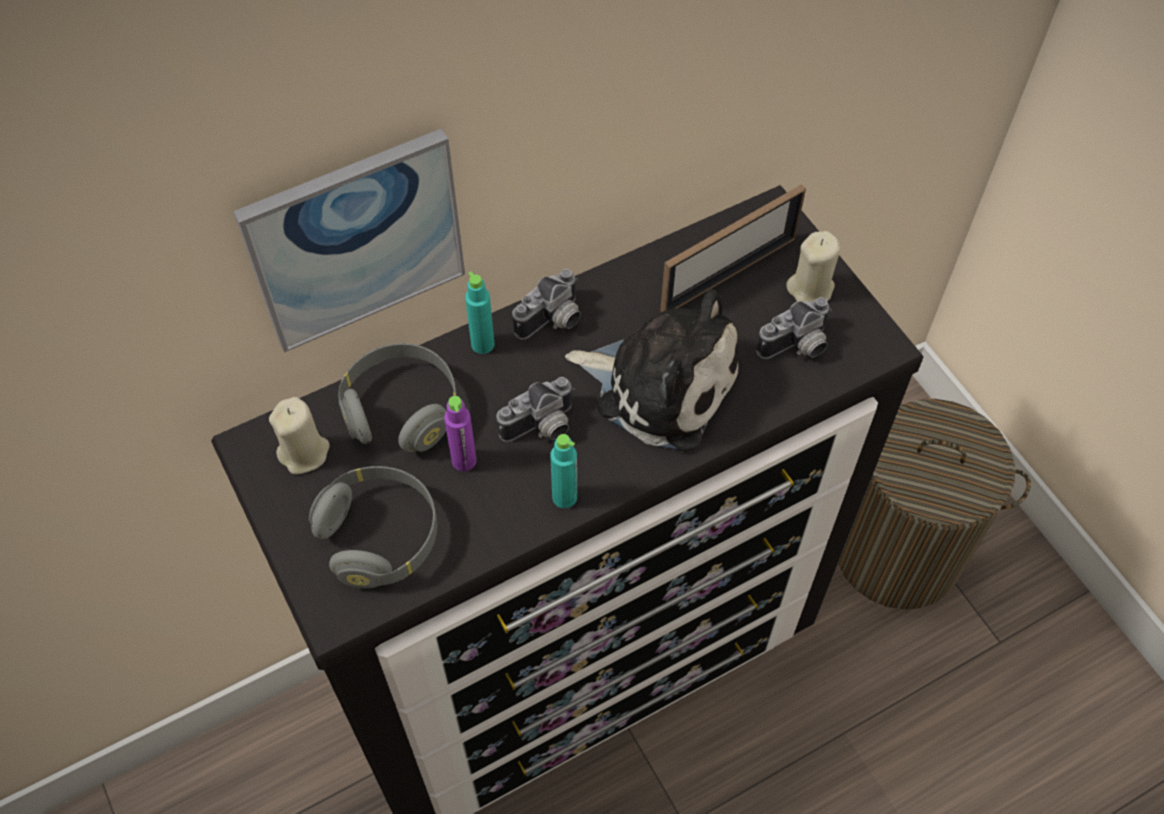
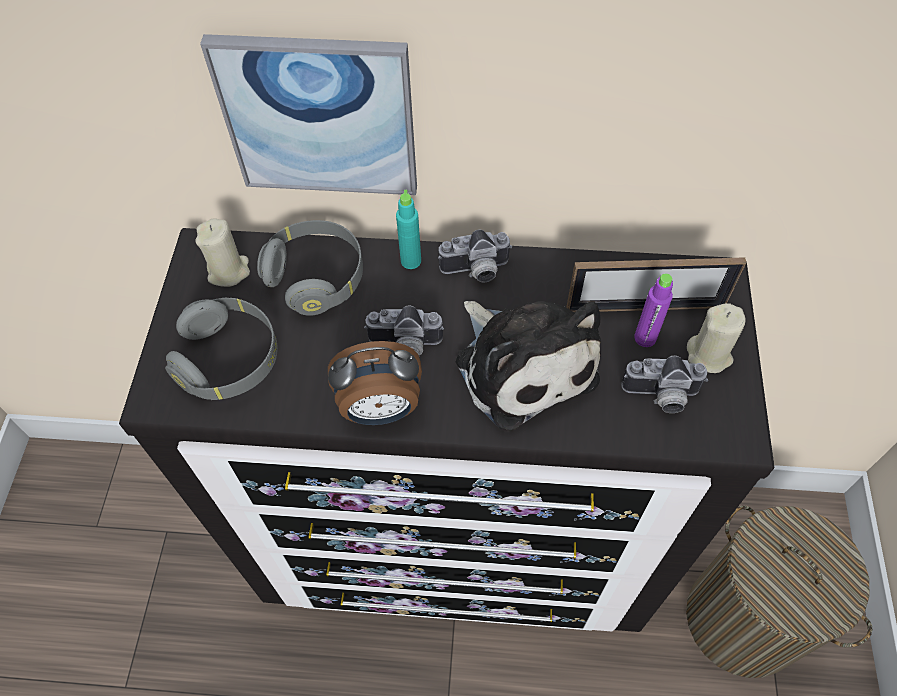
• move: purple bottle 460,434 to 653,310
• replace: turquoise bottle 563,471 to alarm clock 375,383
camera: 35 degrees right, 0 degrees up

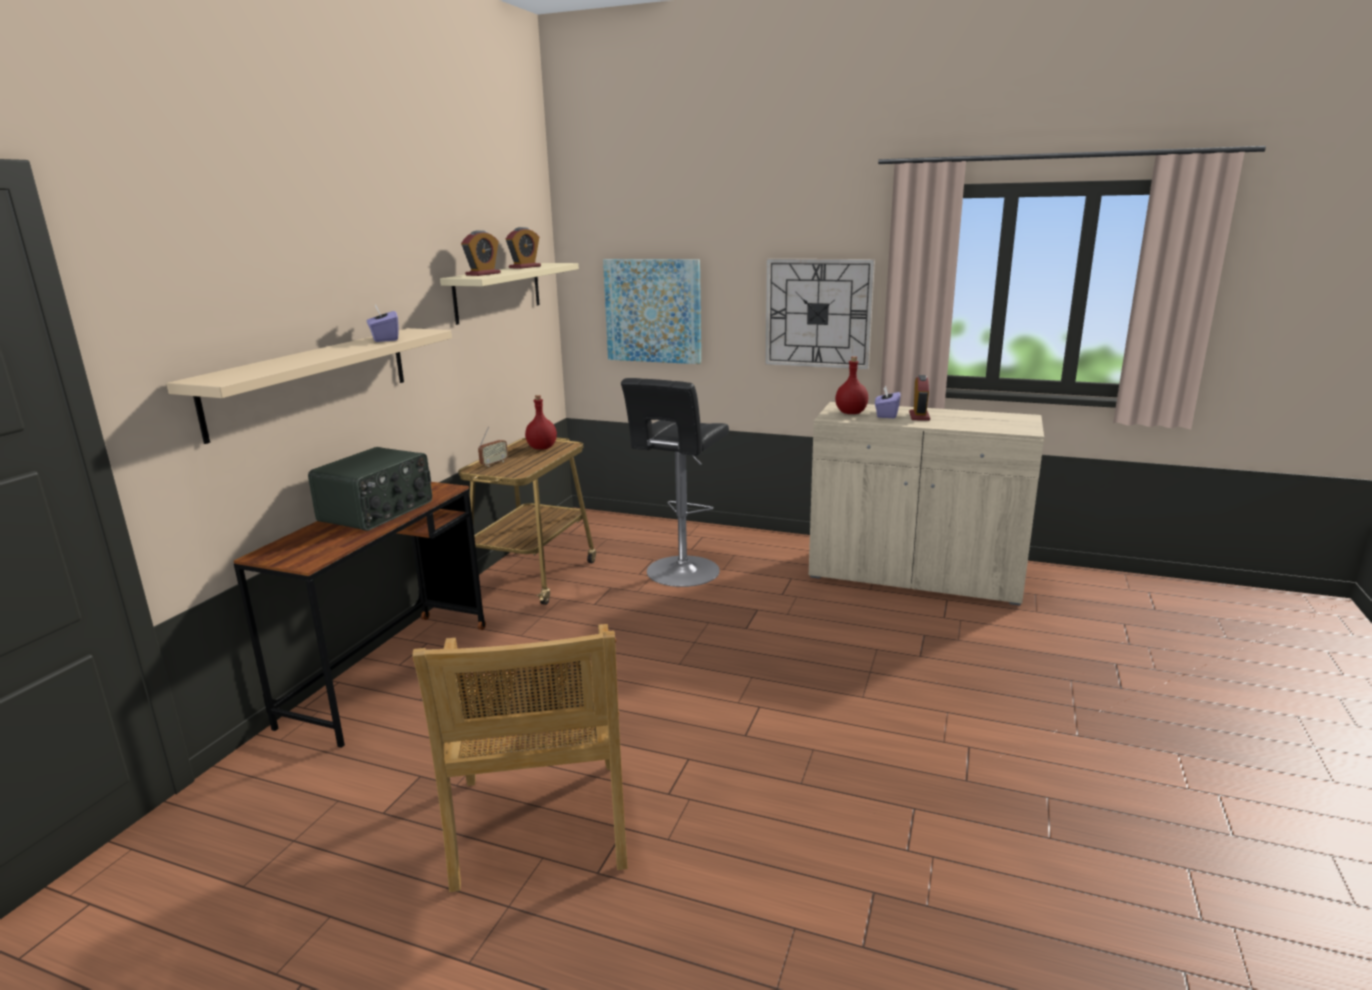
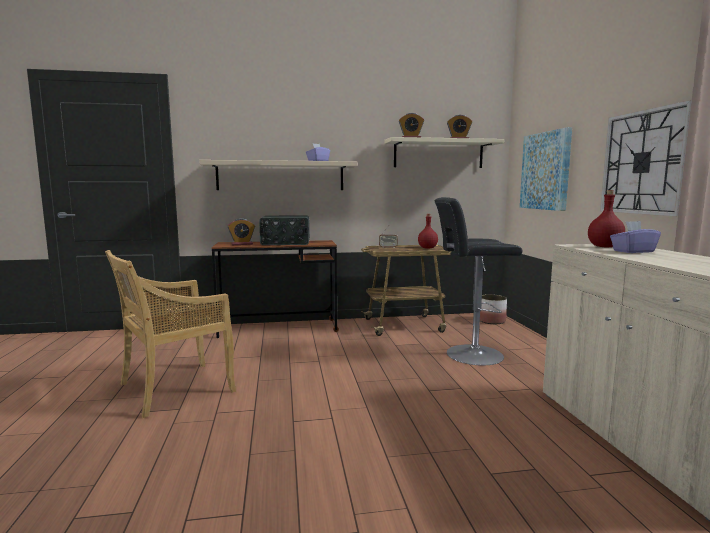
• insert: planter 493,309
• move: alarm clock 919,398 to 241,231
camera: 60 degrees right, 10 degrees down

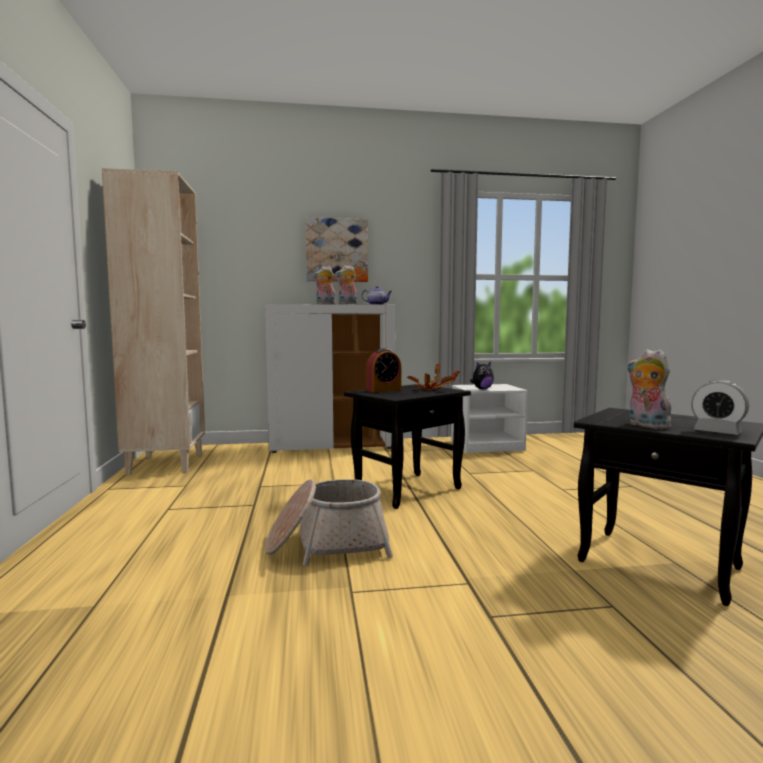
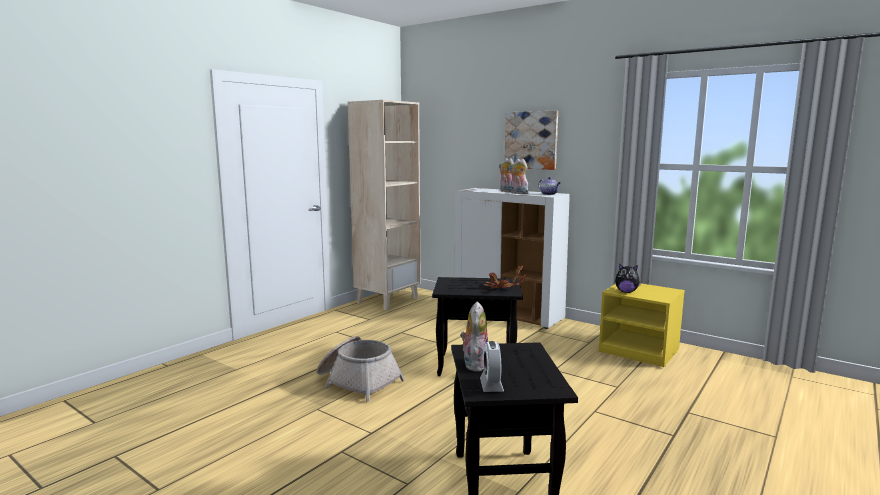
• delete: alarm clock 383,370
• recolor: white nightstand 489,418 to yellow nightstand 642,325
camera: 45 degrees right, 5 degrees up

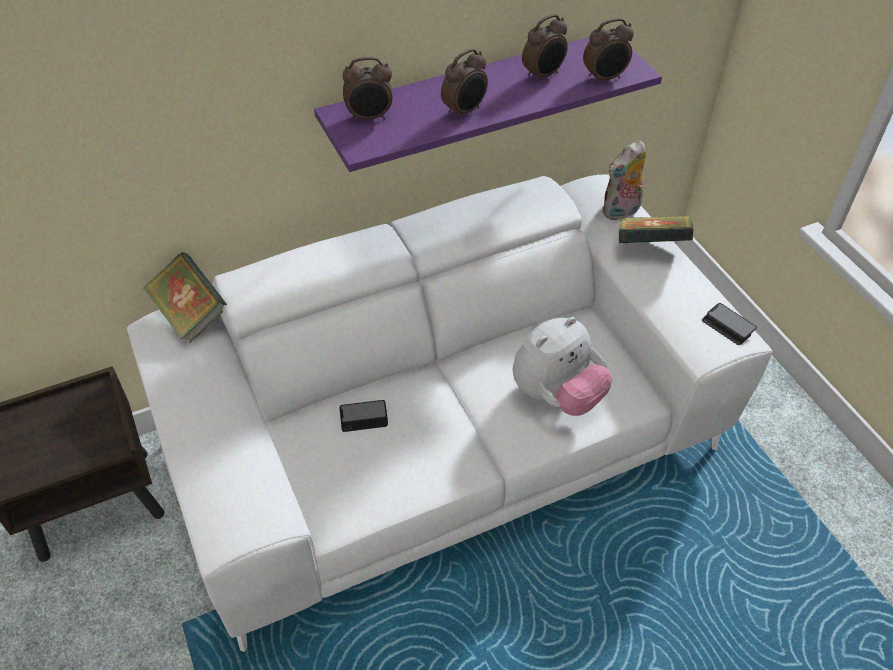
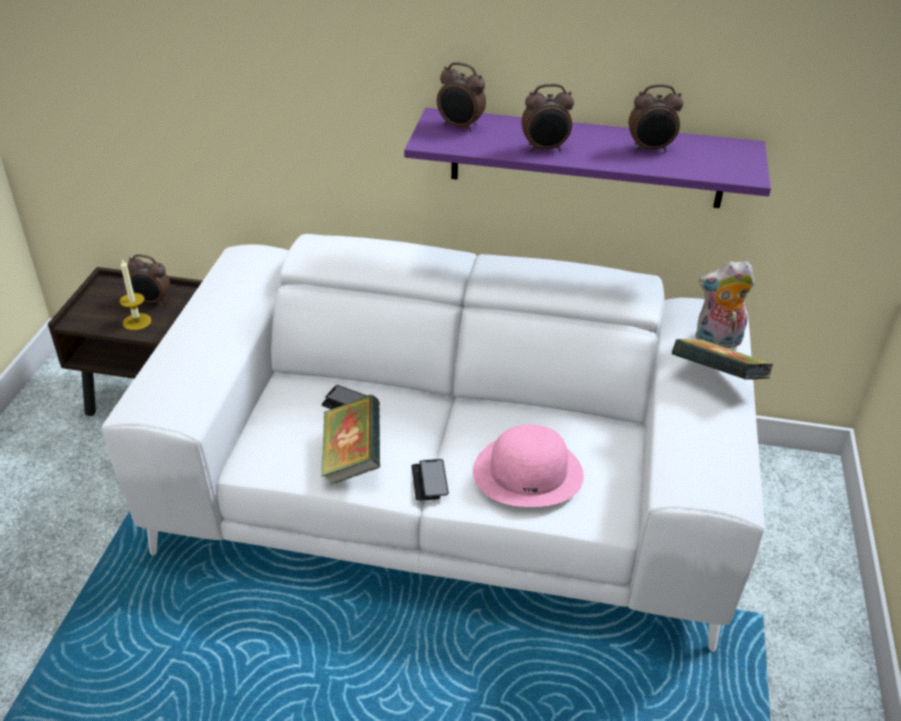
• insert: candle 135,294
• move: book 185,297 to 350,440
• move: alarm clock 608,51 to 148,280
• move: phone 729,324 to 430,480
• replace: plush toy 562,366 to pink hat 528,465
camera: 35 degrees right, 10 degrees down

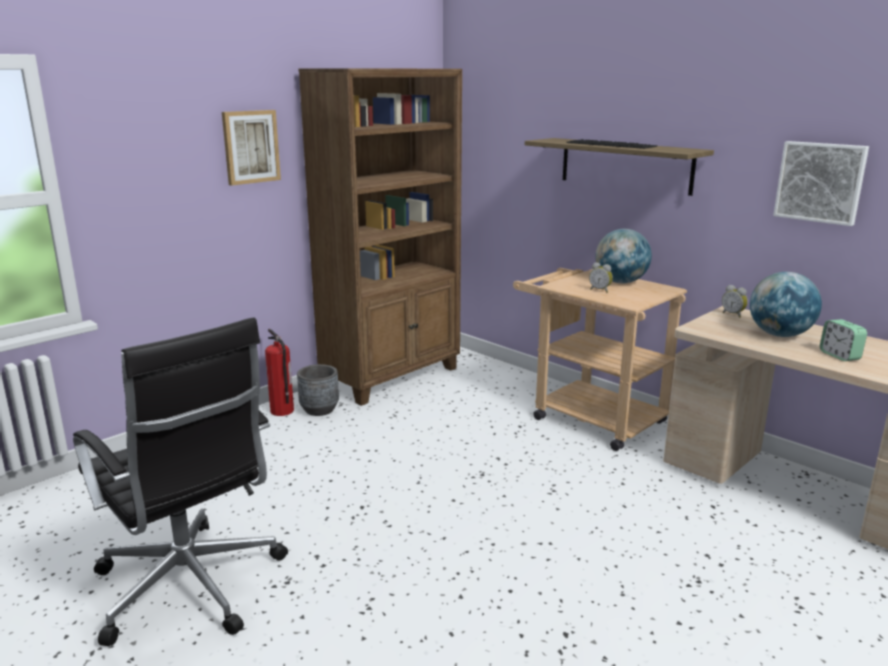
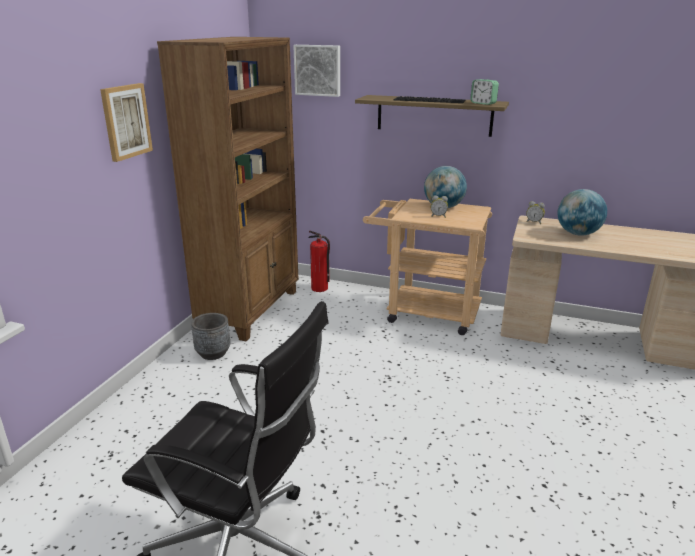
• move: fire extinguisher 279,372 to 319,261
• move: picture 821,183 to 316,71
• move: alarm clock 843,340 to 484,92
camera: 25 degrees left, 5 degrees up

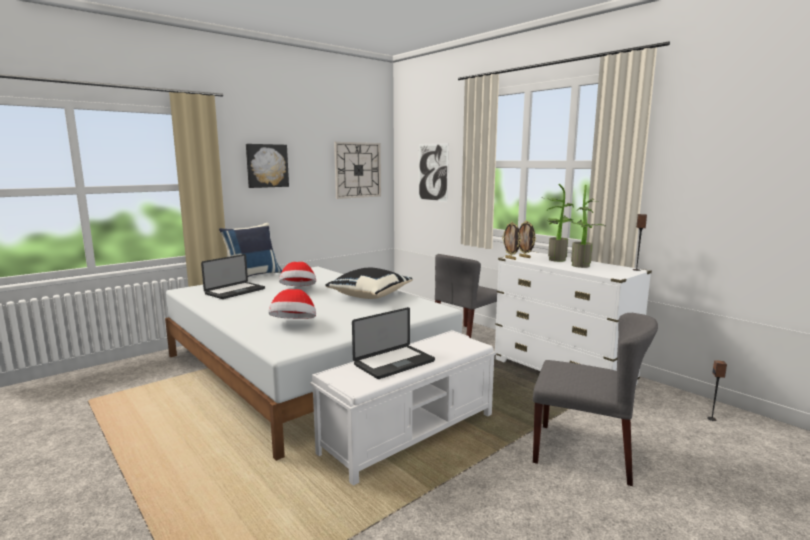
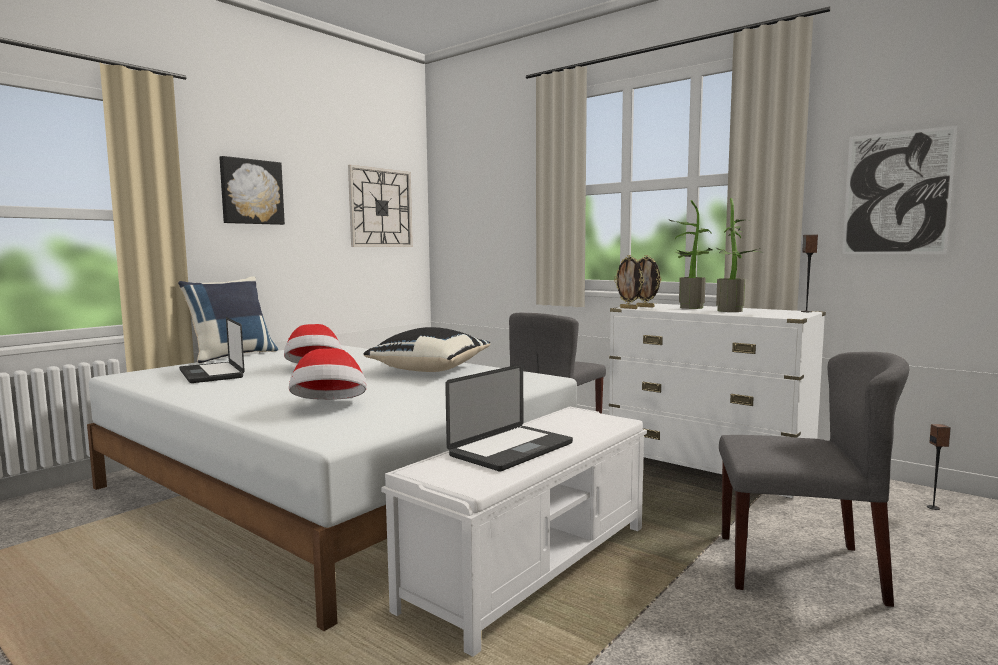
• move: picture 433,172 to 899,190
• rotate: laptop 233,276 = 212,350 120 degrees clockwise
camera: 10 degrees left, 5 degrees down

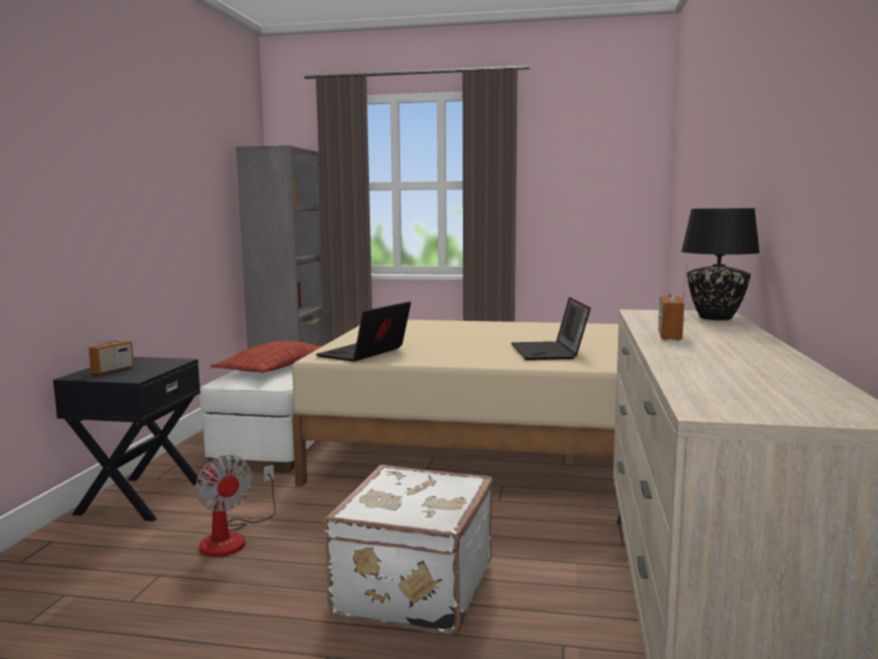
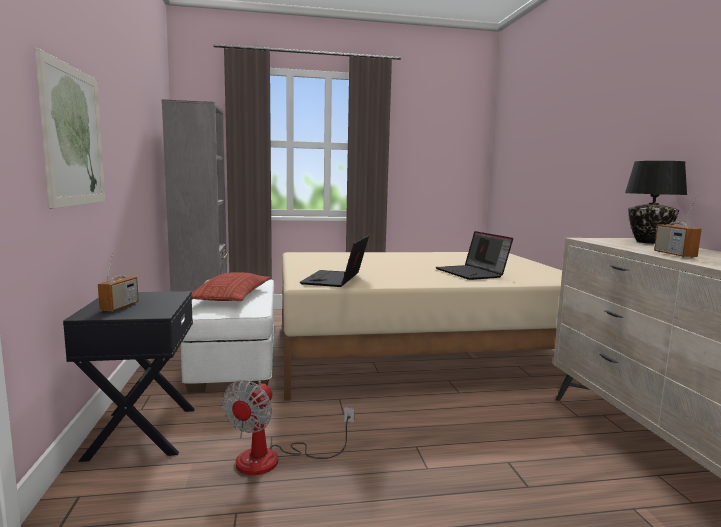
• delete: white suitcase 408,550
• insert: picture 70,128
• rotate: fan 235,506 = 288,427 75 degrees clockwise
camera: 20 degrees left, 0 degrees up

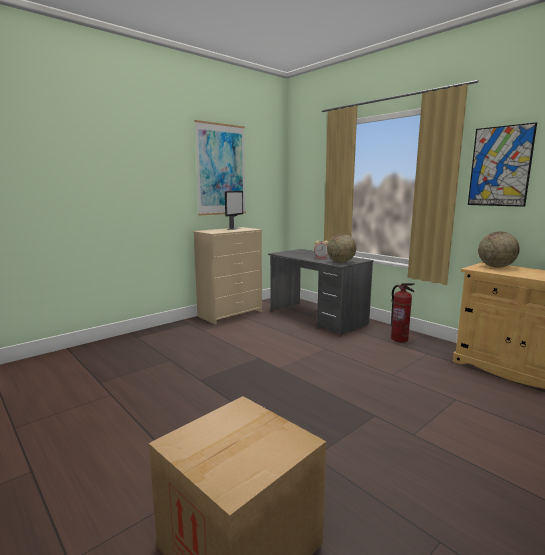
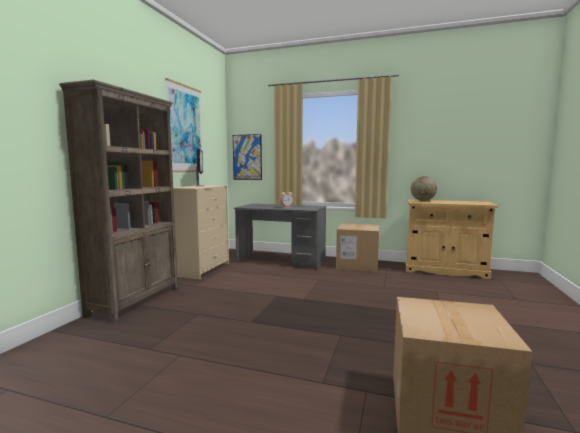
• delete: globe 341,248
• insert: brown bookcase 118,201
• move: picture 502,164 to 247,157
• replace: fire extinguisher 403,312 to cardboard box 357,247
camera: 30 degrees left, 5 degrees down

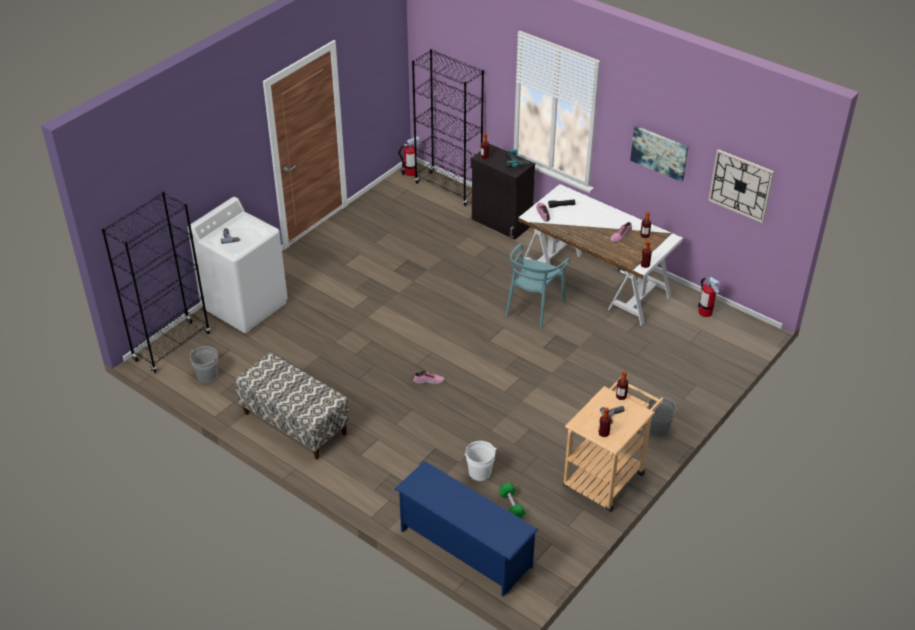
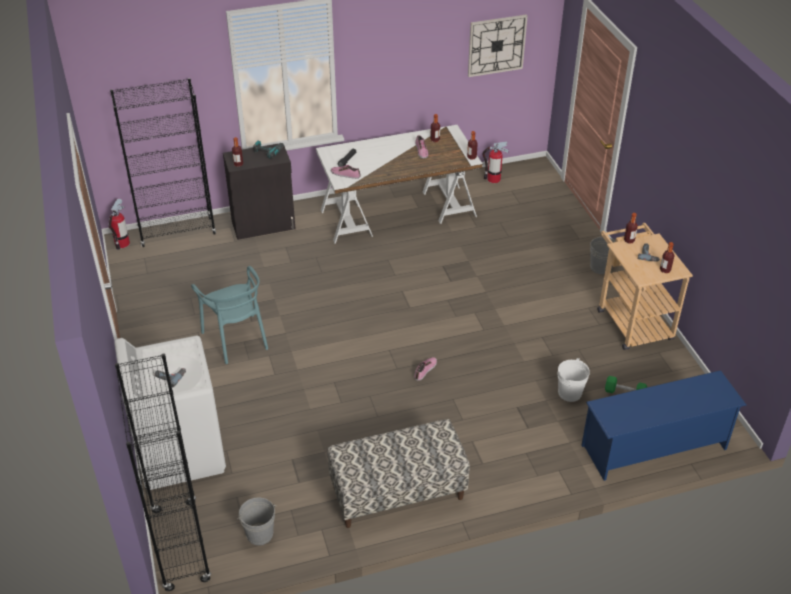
• delete: picture 659,154
• move: turquoise chair 537,285 to 229,315
camera: 55 degrees left, 0 degrees up

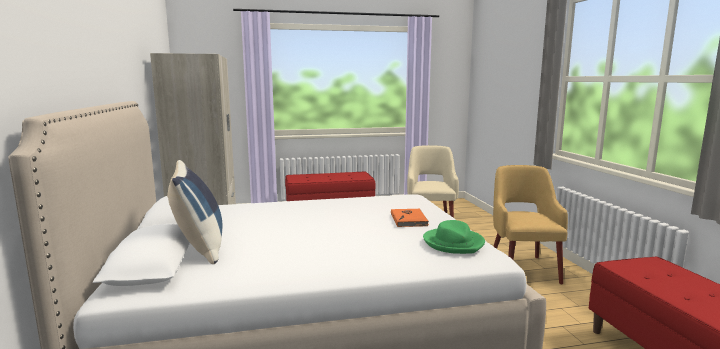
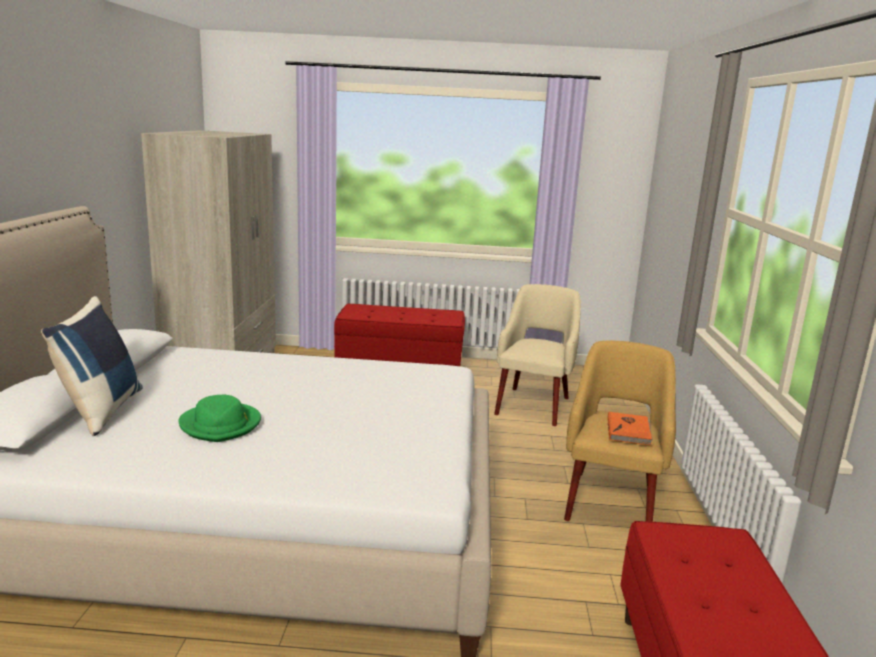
• move: orange book 410,218 to 630,429
• move: green hat 454,237 to 219,418
camera: 15 degrees right, 5 degrees up

